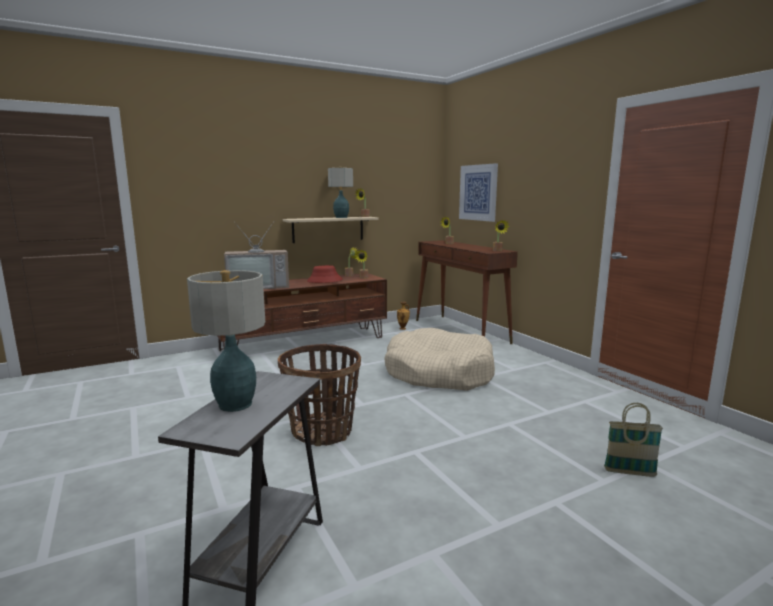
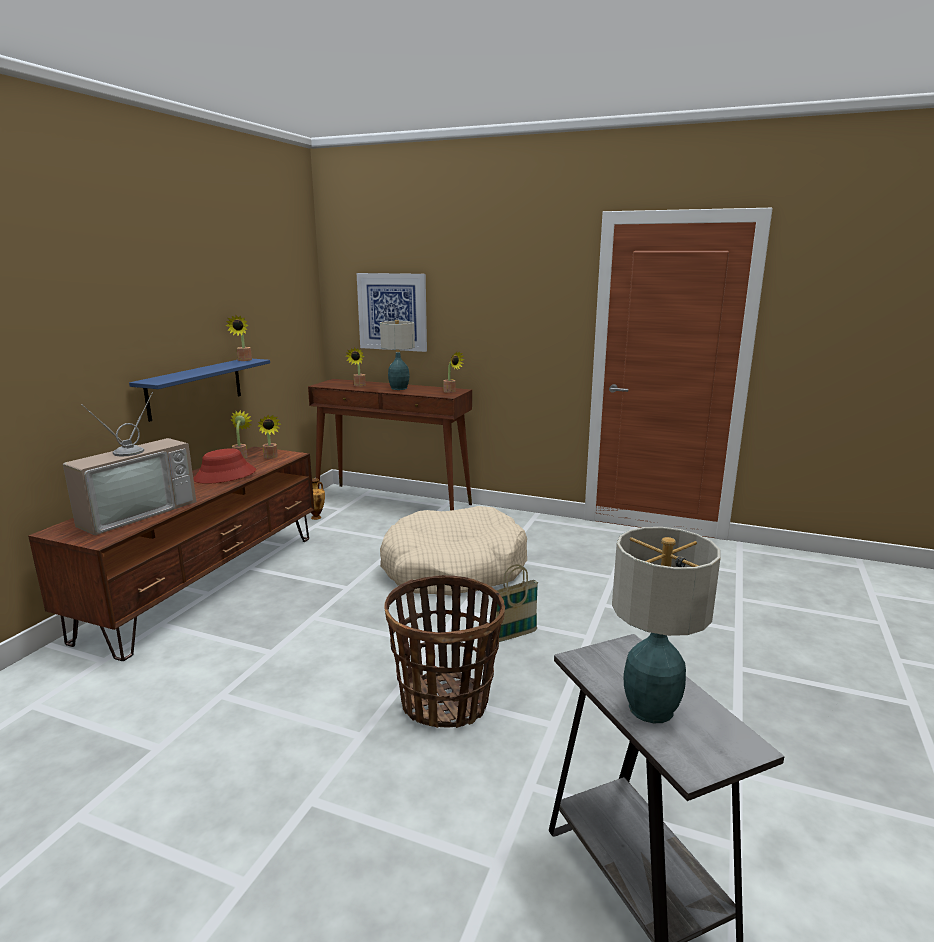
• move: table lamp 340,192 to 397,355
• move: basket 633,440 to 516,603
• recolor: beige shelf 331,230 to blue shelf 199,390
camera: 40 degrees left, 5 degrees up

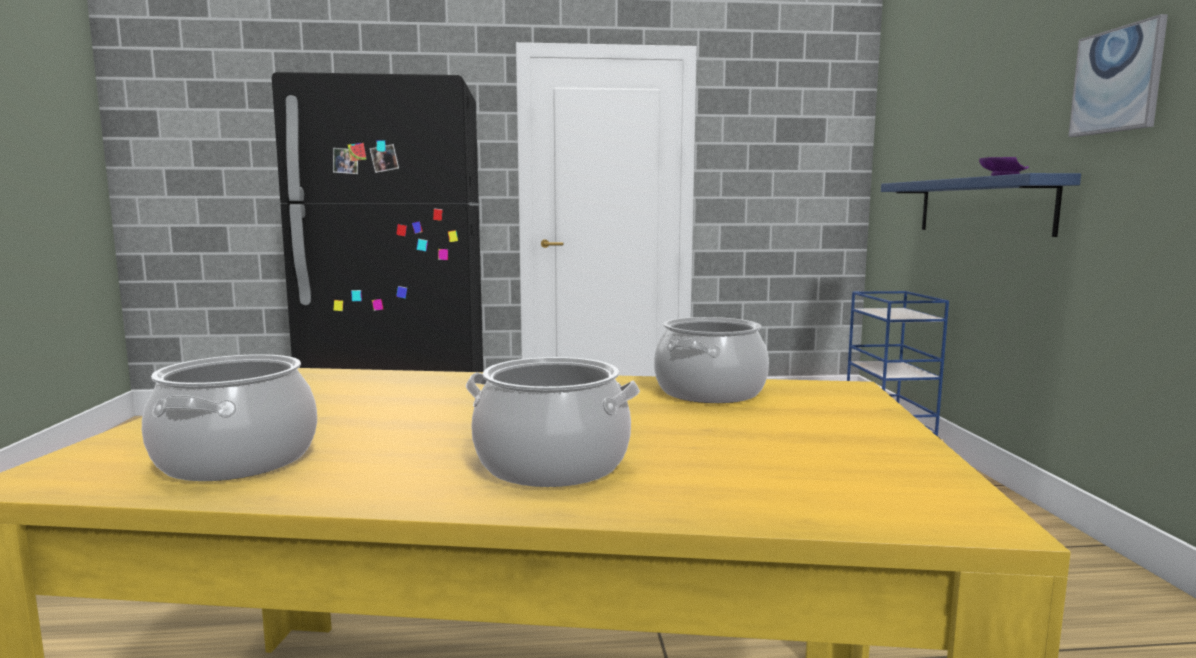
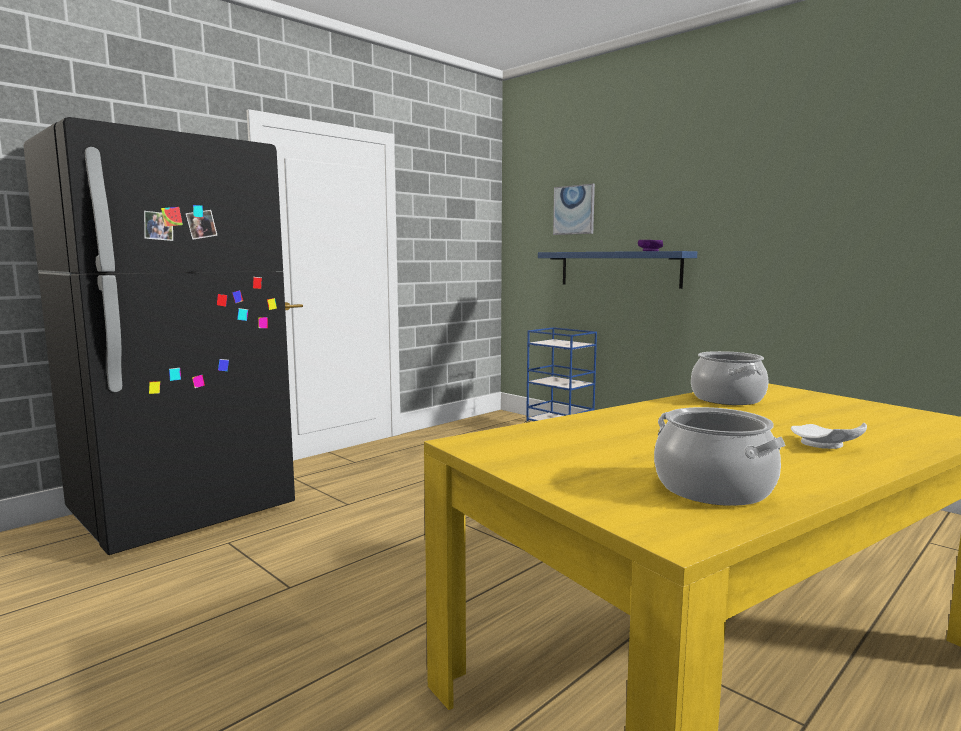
• move: picture 1118,75 to 574,209
• replace: cooking pot 553,422 to white plate 829,436
camera: 40 degrees left, 0 degrees up

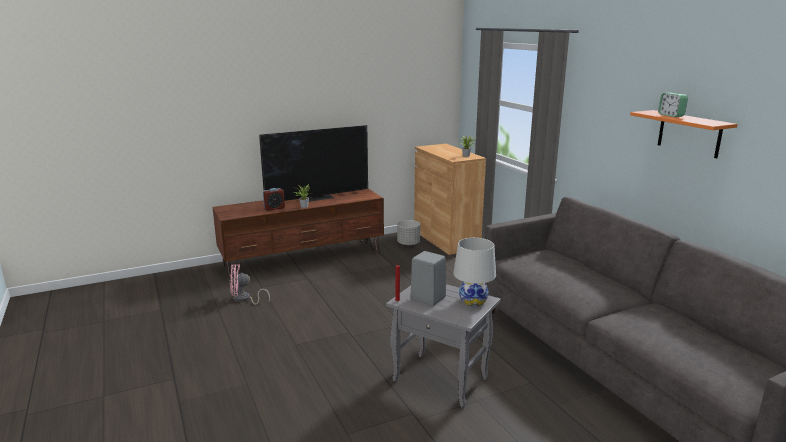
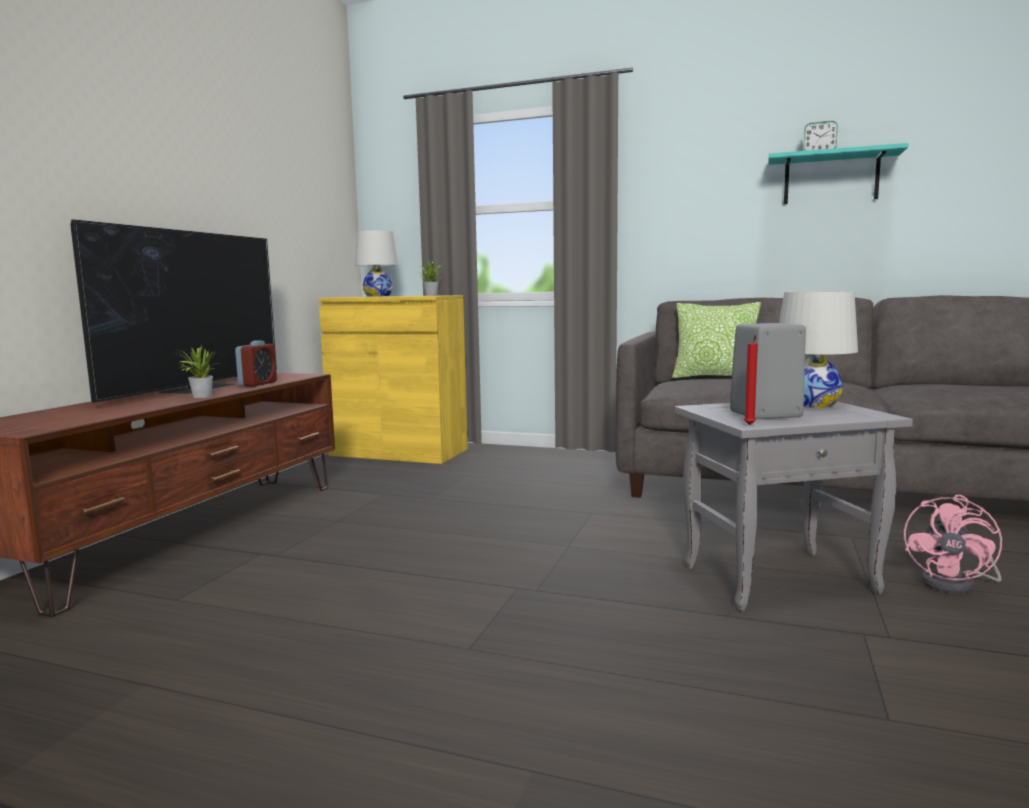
• delete: grey planter 408,233
• insert: white table lamp 377,263
• insert: pillow 716,340
• move: pink fan 250,284 to 953,544
• move: alarm clock 274,199 to 256,364
• recolor: brown cabinet 450,199 to yellow cabinet 393,379
• recolor: orange shelf 684,134 to turquoise shelf 838,173
camera: 45 degrees left, 10 degrees down

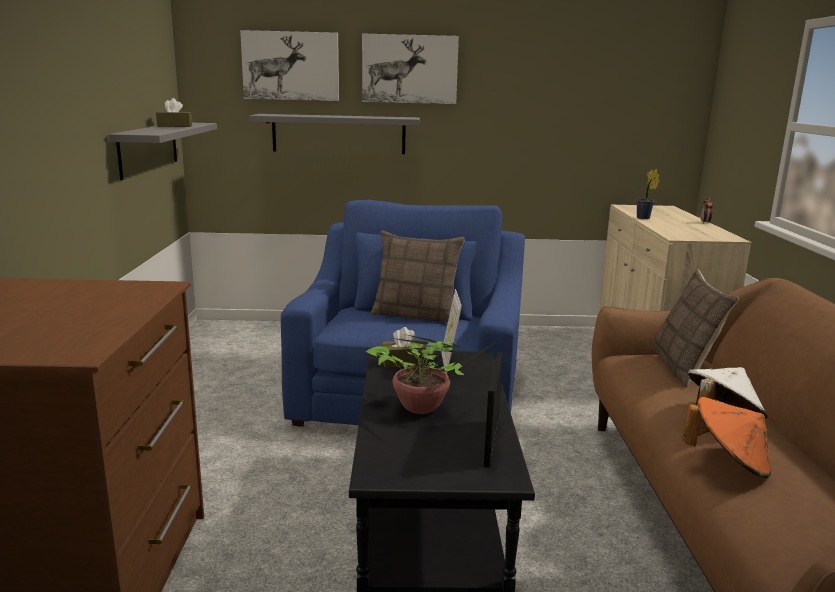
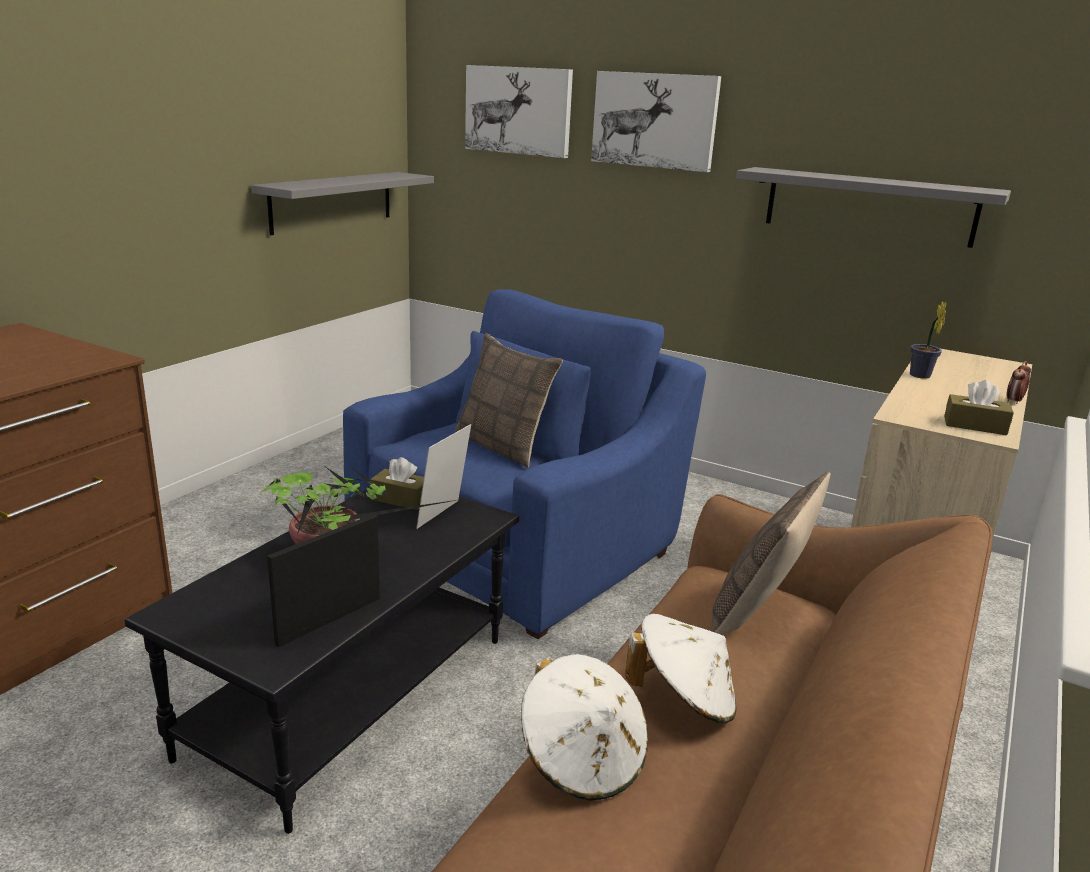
• move: brown tissue box 174,112 to 979,407
• move: grey shelf 335,134 to 873,207
• recolor: orange hat 727,437 to white hat 584,727
camera: 30 degrees right, 5 degrees up

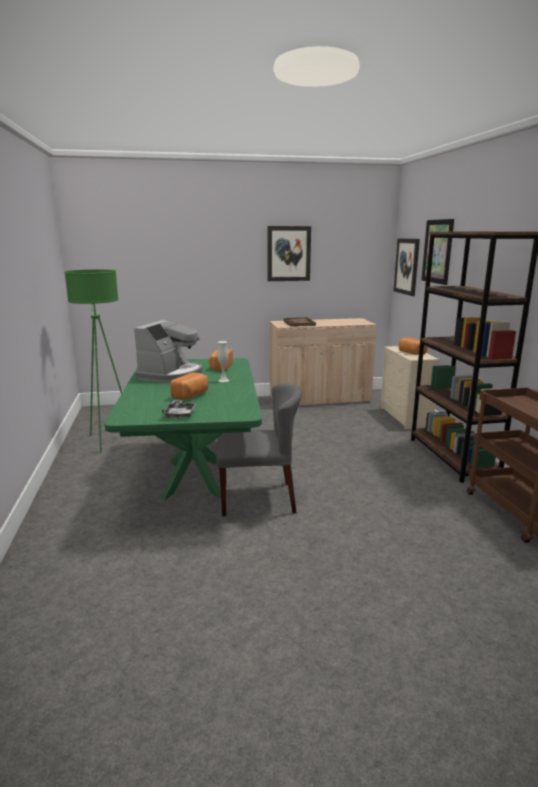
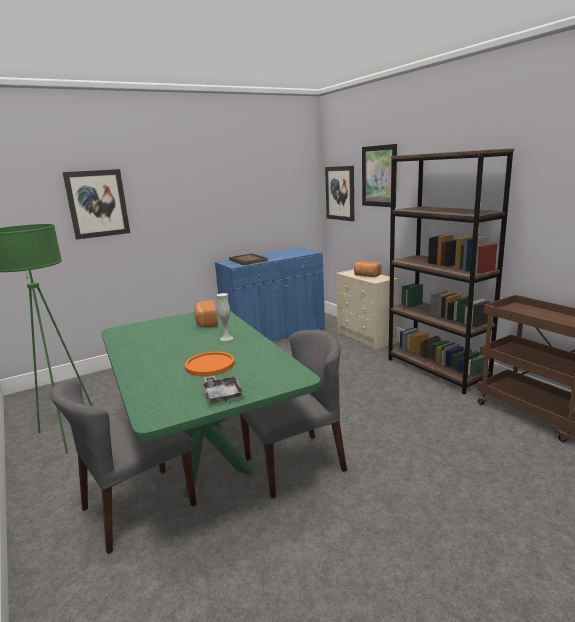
• delete: coffee machine 168,351
• insert: grey chair 123,466
• move: picture 289,253 to 96,204
• replace: bread 189,386 to orange plate 210,364
• recolor: beige cabinet 323,361 to blue cabinet 270,295
camera: 20 degrees left, 0 degrees up

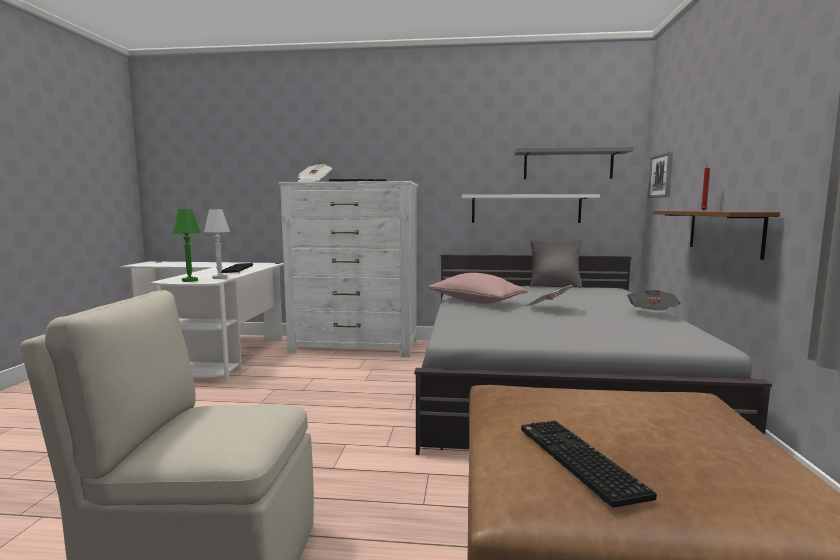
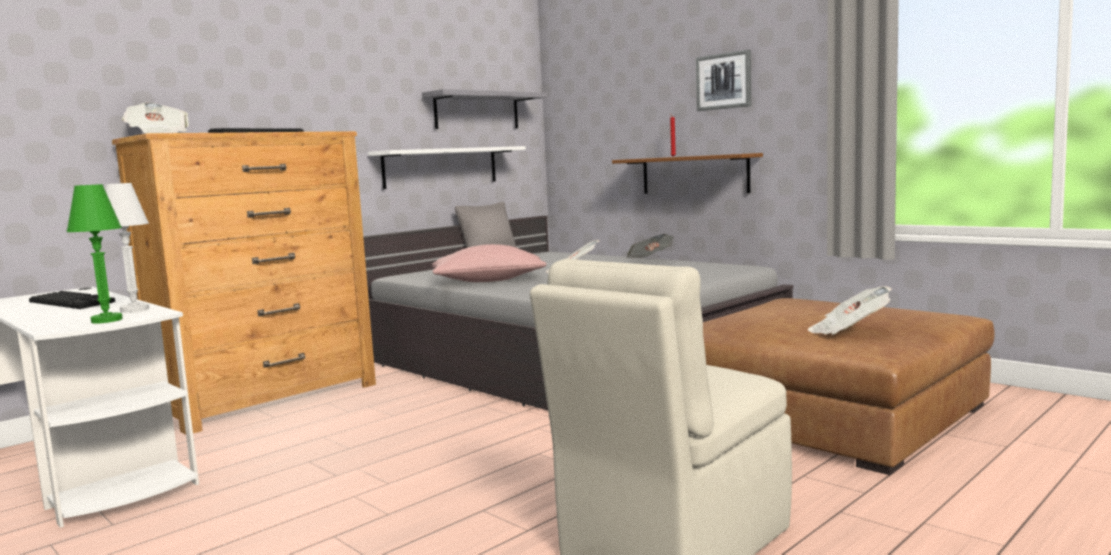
• move: picture 660,175 to 723,80
• replace: keyboard 589,464 to newspaper 850,310
• recolor: white dresser 348,269 to brown dresser 244,283
camera: 50 degrees left, 0 degrees up

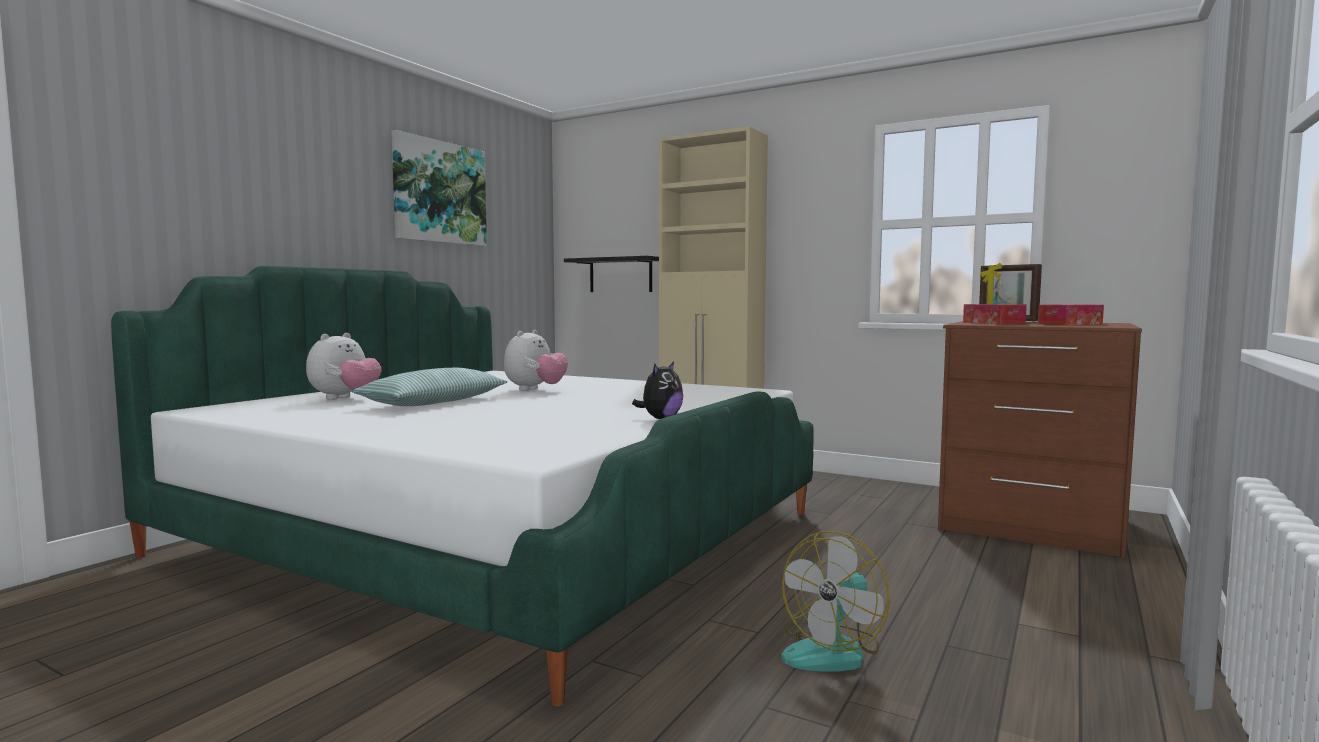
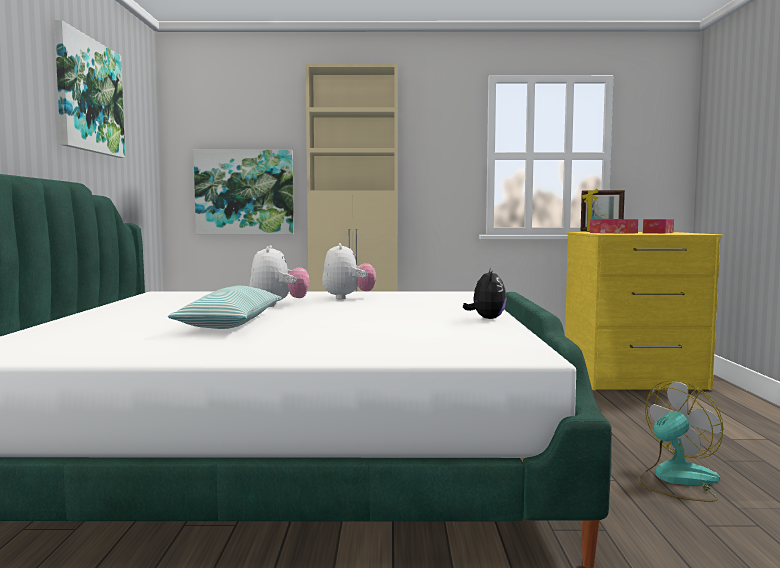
• move: plush toy 344,366 to 349,271
• replace: black shelf 611,274 to picture 243,192
• recolor: brown dresser 1040,440 to yellow dresser 643,311
• rotate: fan 835,601 = 680,441 135 degrees counterclockwise
camera: 30 degrees left, 0 degrees up

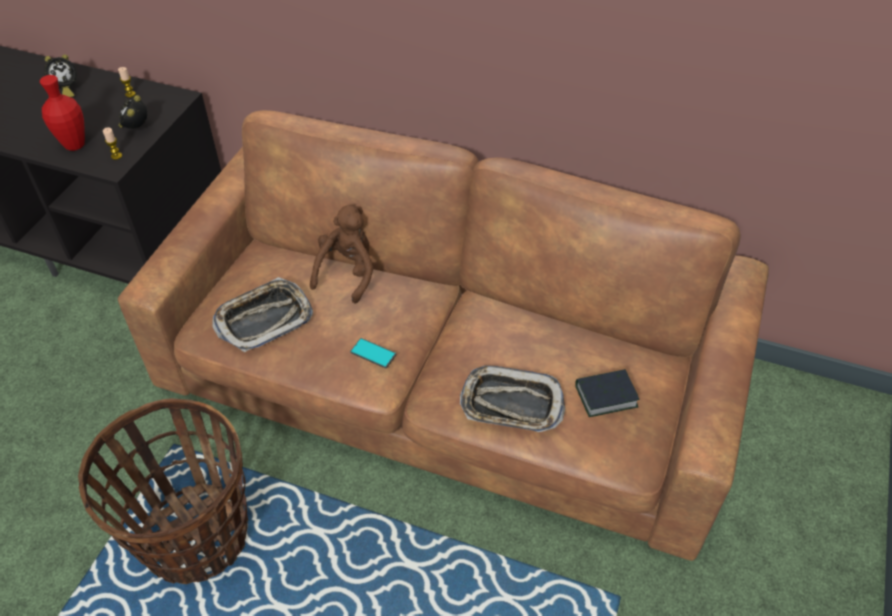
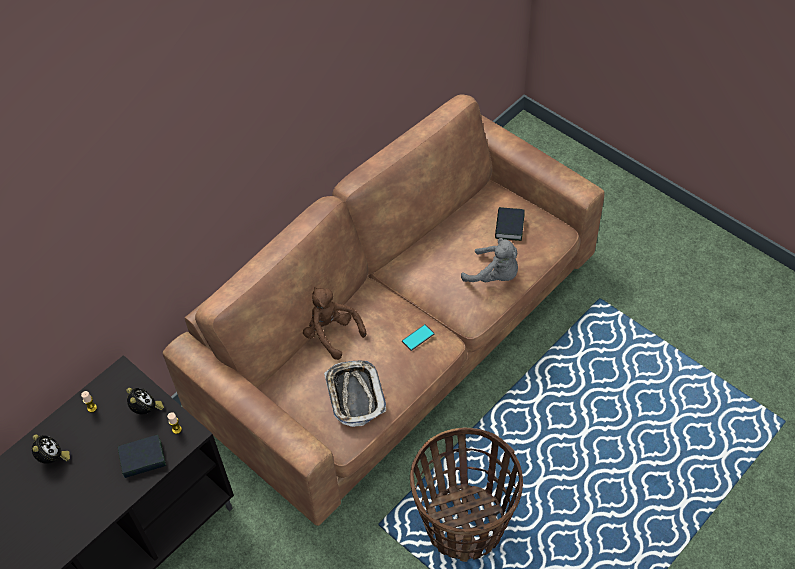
• replace: red vase 62,113 to book 142,456
• replace: tray 512,399 to grey plush toy 489,260
• rotate: alarm clock 132,112 = 145,401 150 degrees counterclockwise
camera: 65 degrees left, 5 degrees up

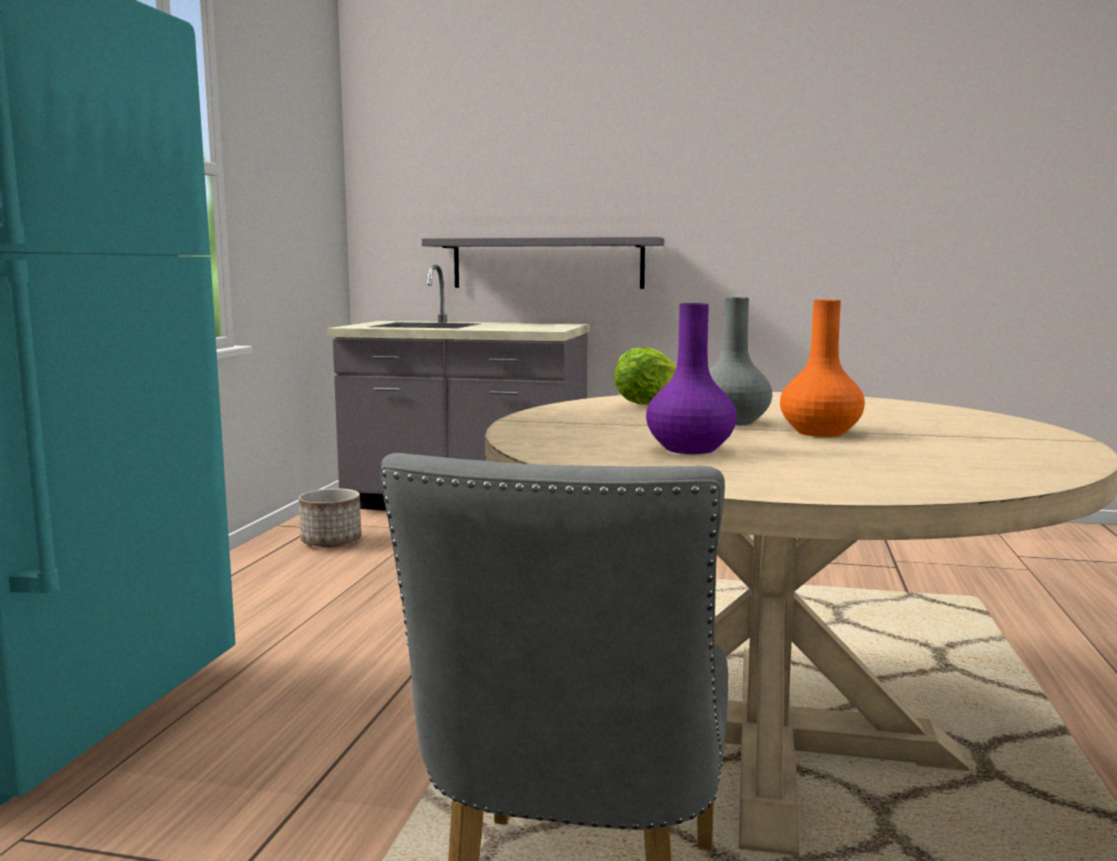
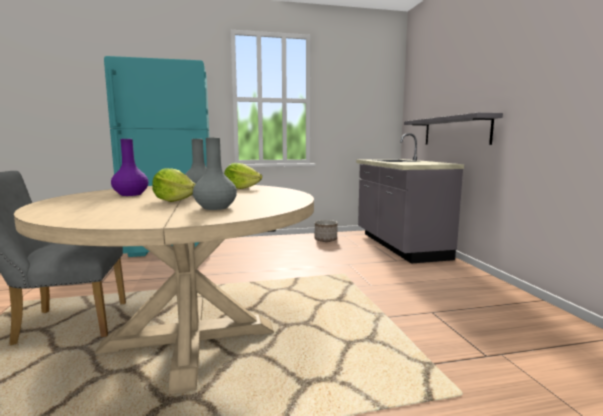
• insert: grey vase 215,174
• replace: orange vase 822,368 to lettuce 174,185
camera: 65 degrees right, 0 degrees up

